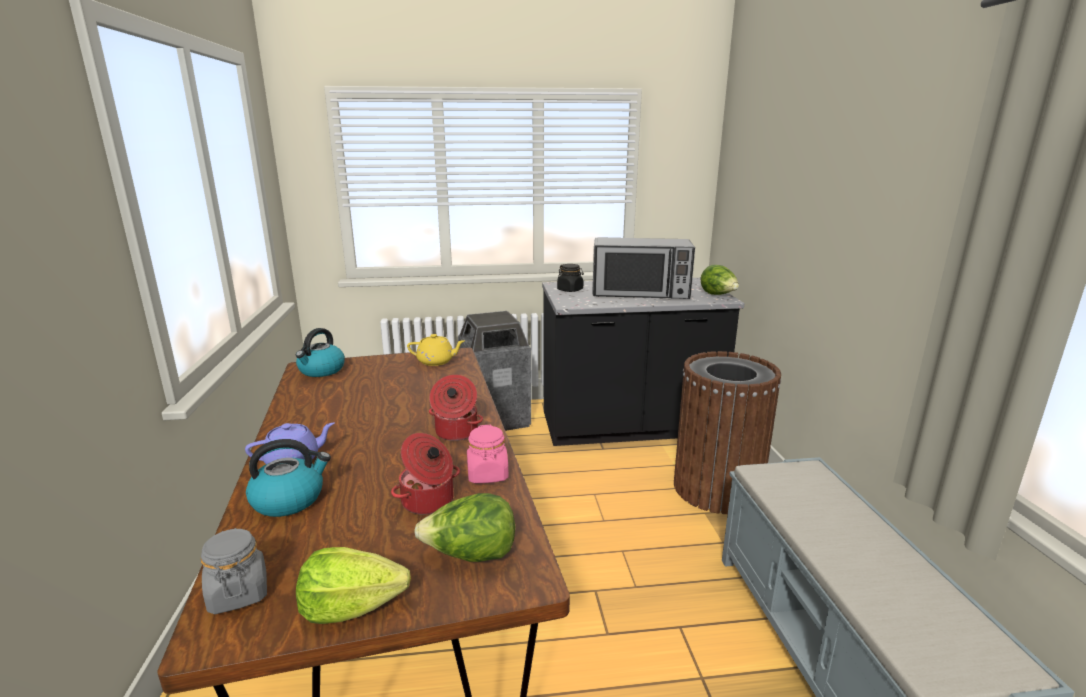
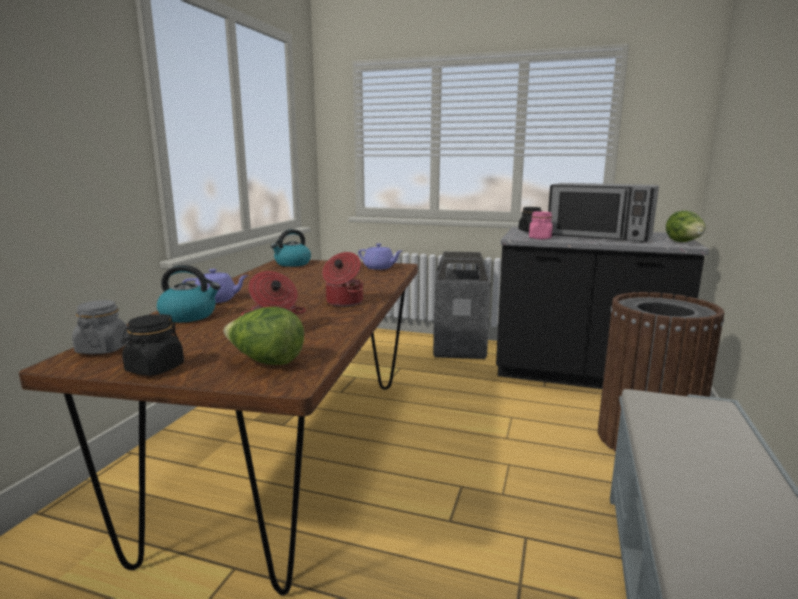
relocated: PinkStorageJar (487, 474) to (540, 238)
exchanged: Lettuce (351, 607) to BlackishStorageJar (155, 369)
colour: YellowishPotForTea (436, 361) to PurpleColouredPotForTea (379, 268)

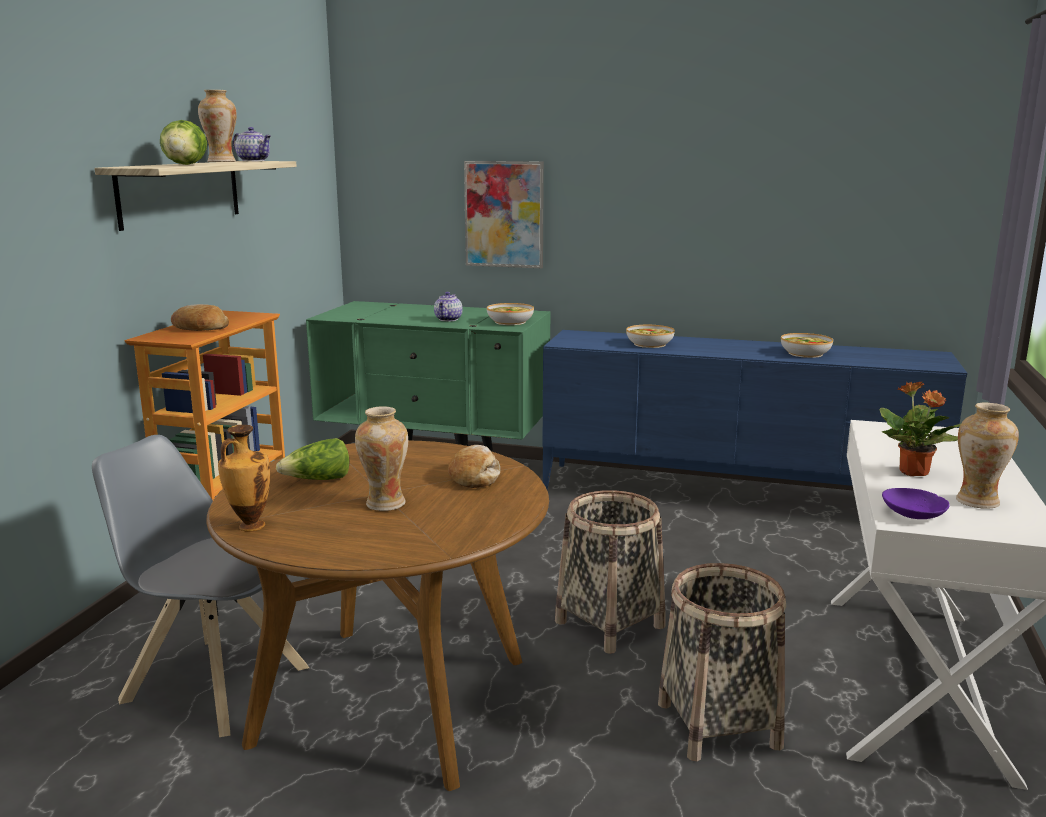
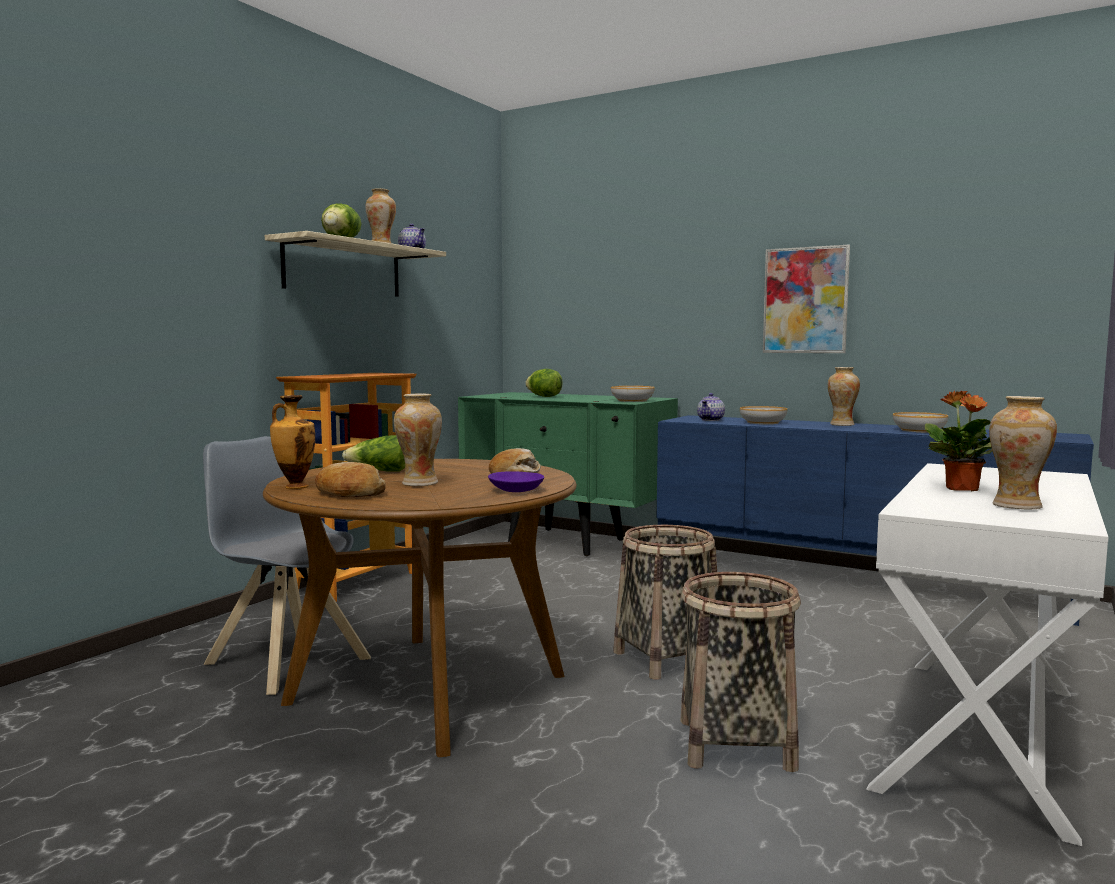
appeared: Lettuce (544, 396); FlowerVase (842, 424)
relocated: Bread (199, 328) to (348, 493); PotForTea (449, 319) to (711, 420); WallArt (504, 214) to (805, 300); PurpleColouredDeepDish (914, 514) to (517, 490)

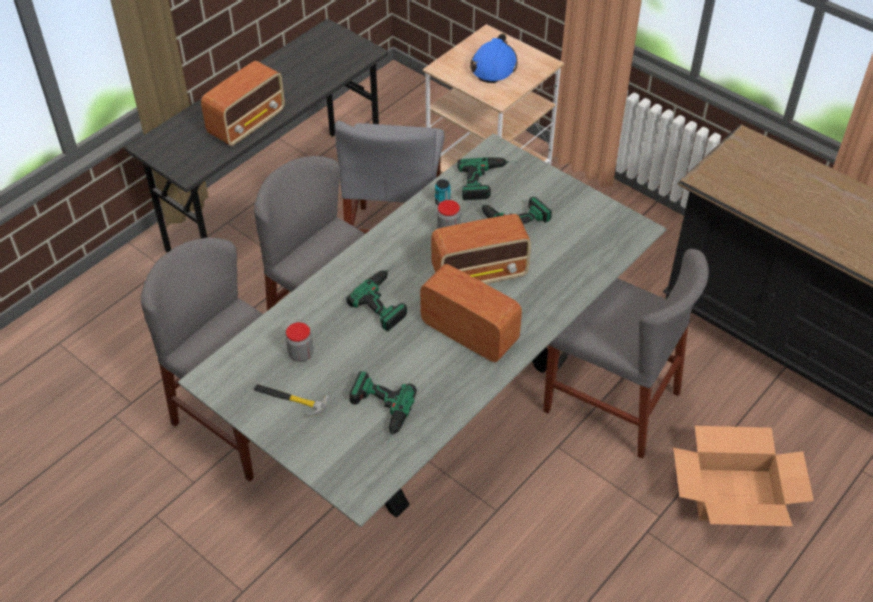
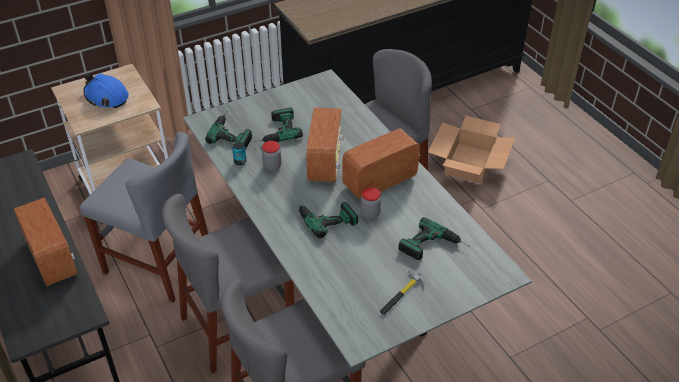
relocated: StorageJar (301, 354) to (370, 213)

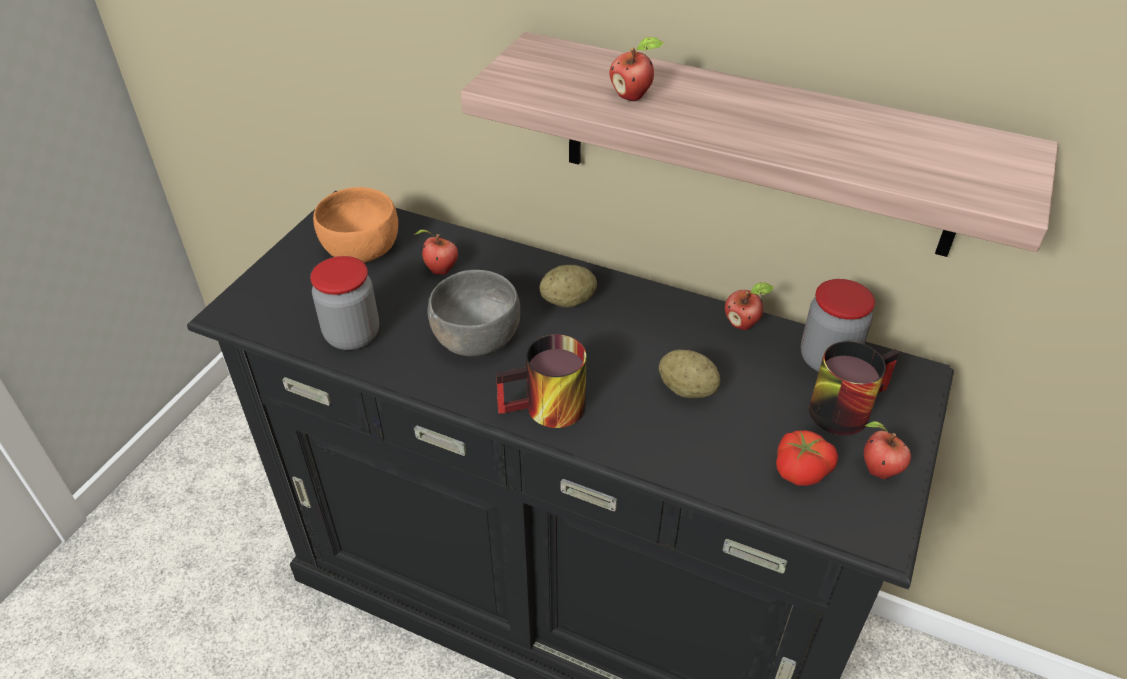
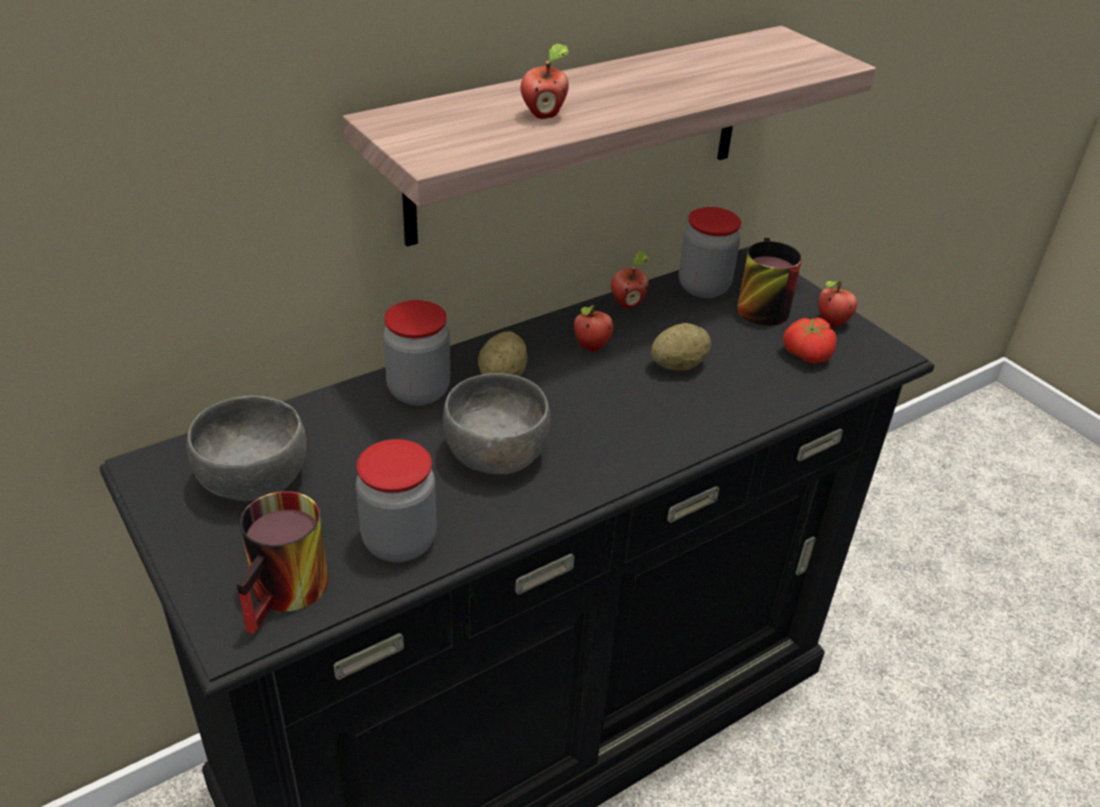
appeared: StorageJar (419, 391)
relocated: Apple (439, 271) to (591, 348); TeaMug (546, 412) to (290, 595)
colour: OrangeColouredDeepDish (362, 250) to GreyDeepDish (255, 479)

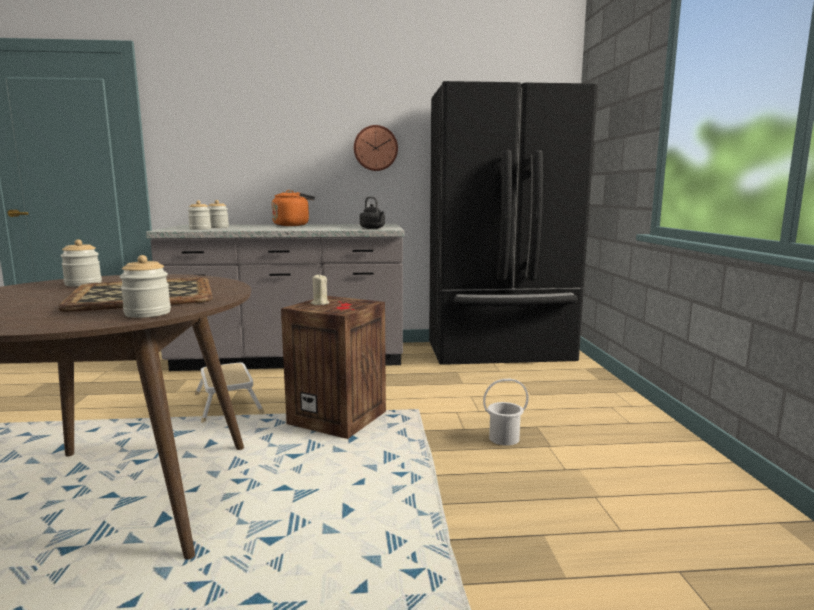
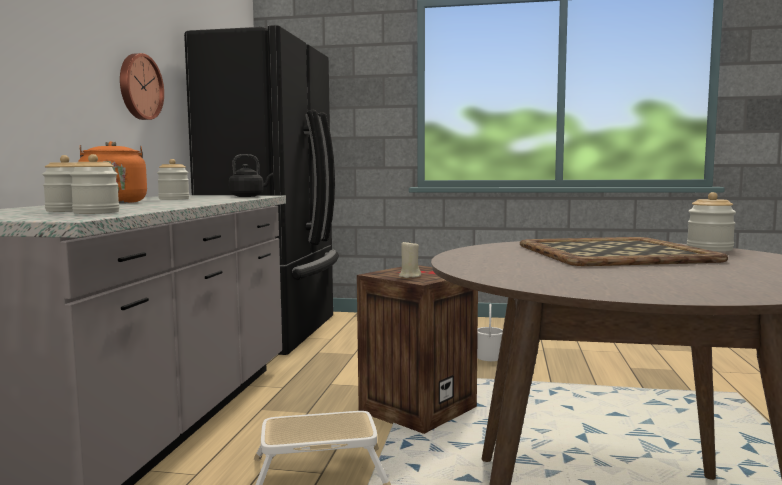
relocated: StorageJar (83, 284) to (174, 199)

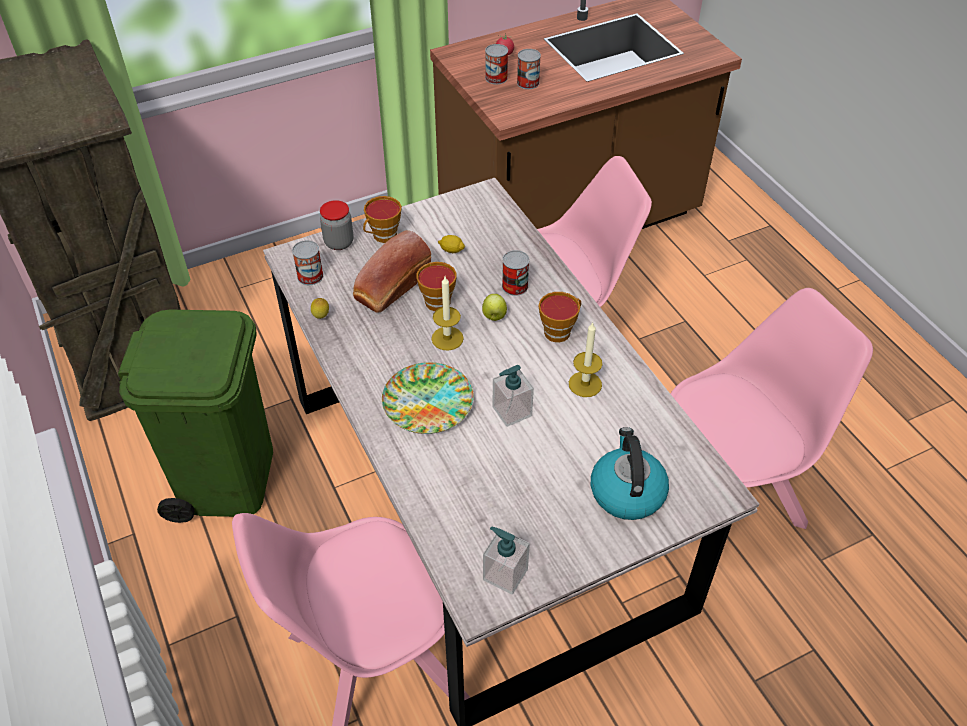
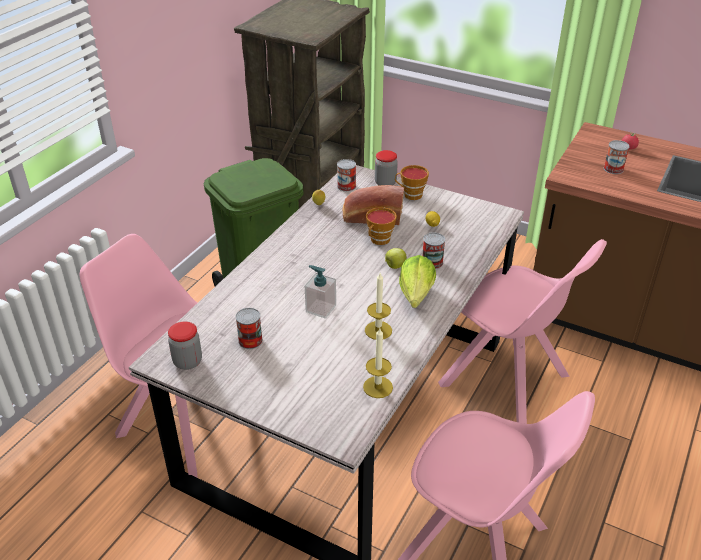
missing: Plate (428, 402); WaterKettle (626, 491)
relocated: WaxLight (447, 338) to (378, 387); MetalCan (496, 78) to (250, 341)
exchanged: LiquidSoapBottle (505, 574) to StorageJar (187, 362); DrinkingCup (559, 331) to Lettuce (414, 299)

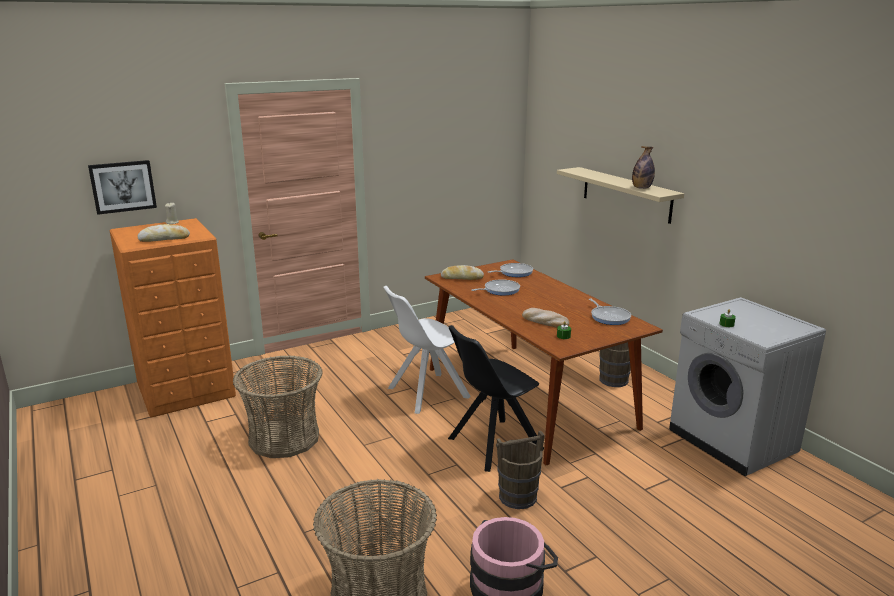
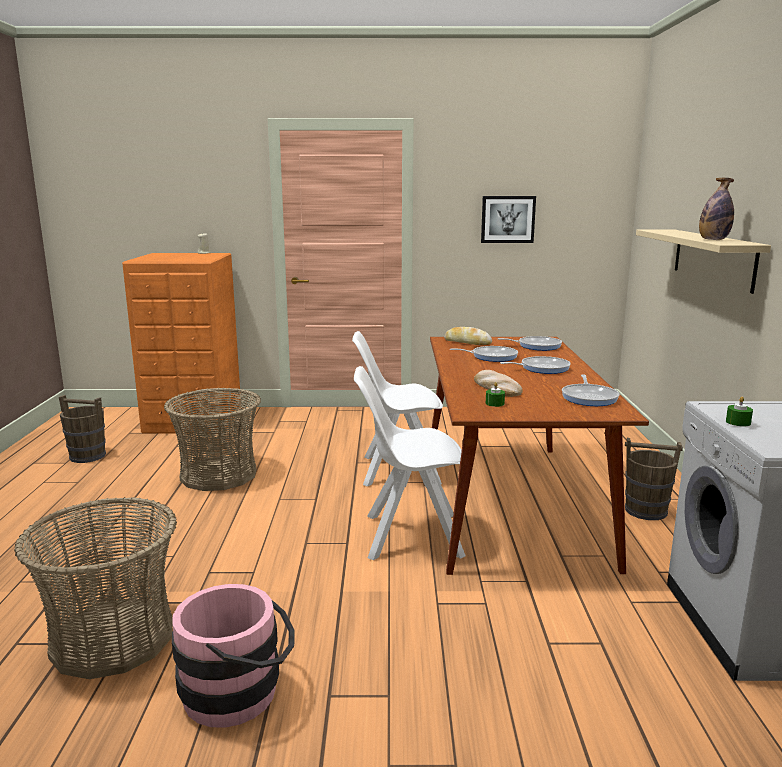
missing: Bread (164, 239)
appeared: Pan (542, 368)
relocated: WallArt (123, 186) to (507, 219); BrownColouredPail (518, 497) to (88, 456)
colour: BlackishChair (492, 445) to WhiteChair (409, 536)

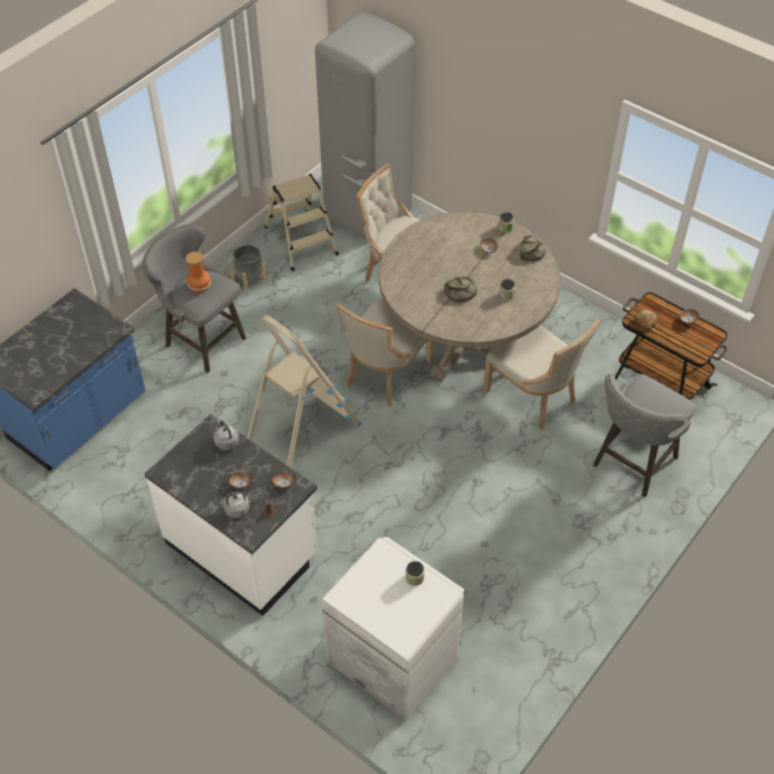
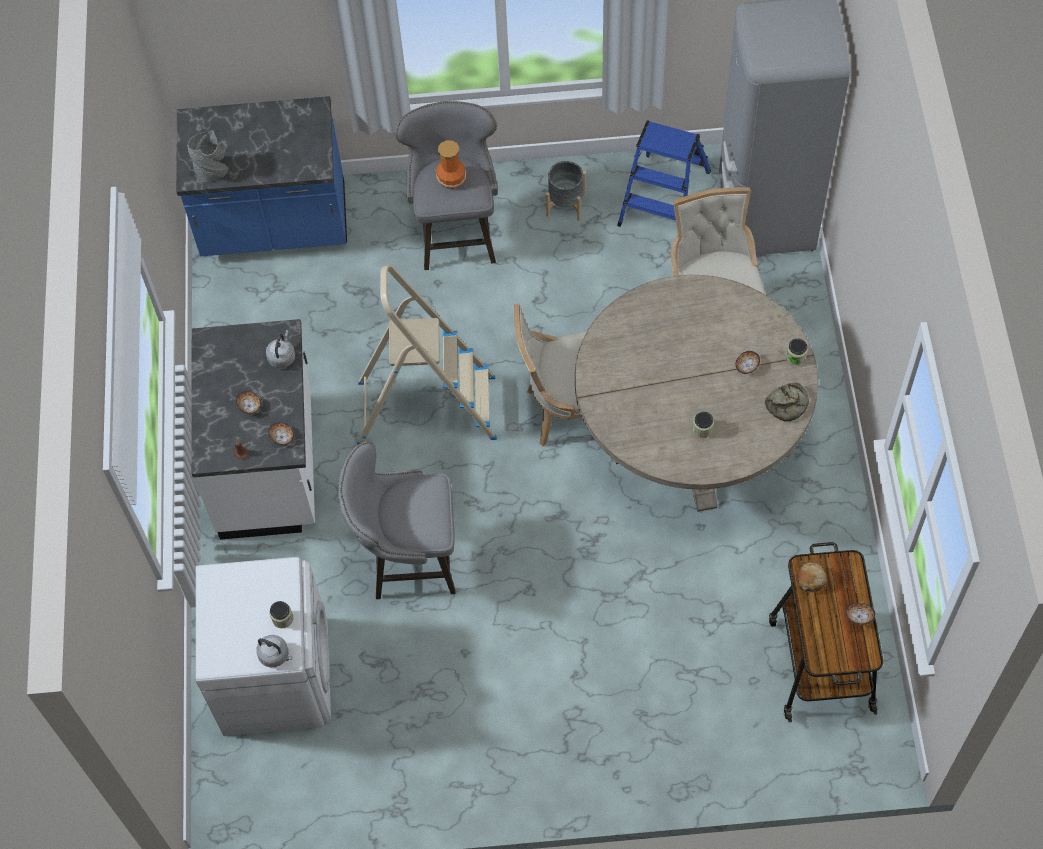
missing: Bread (461, 292); BeigeColouredChair (534, 397)
appeared: GreyFlowerVase (213, 172)
relocated: GreyWaterKettle (238, 509) to (275, 655); GreySittingStool (632, 464) to (408, 561)
colour: BeigeColouredStepladder (300, 240) to BlueColouredStepladder (664, 197)

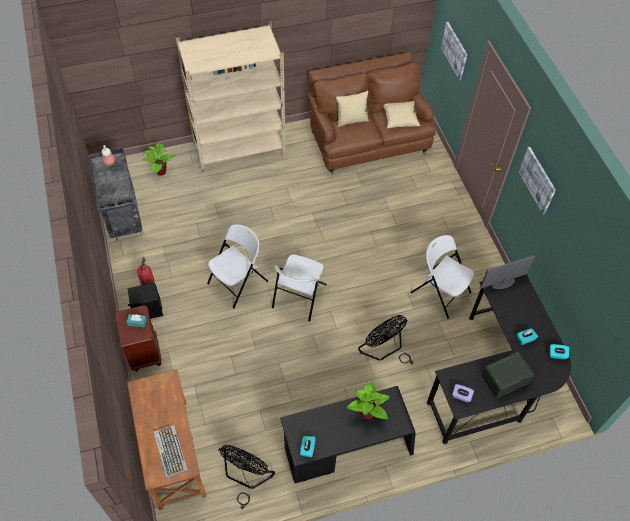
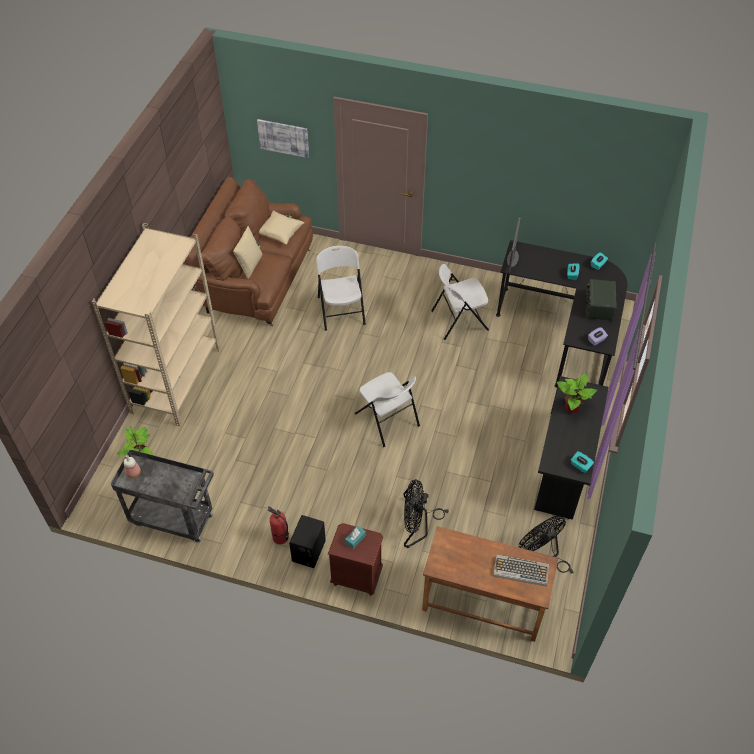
missing: WallArt (537, 180)
relocated: WhiteChair (237, 282) to (341, 310); BlackishCoolingFan (387, 348) to (418, 521)

